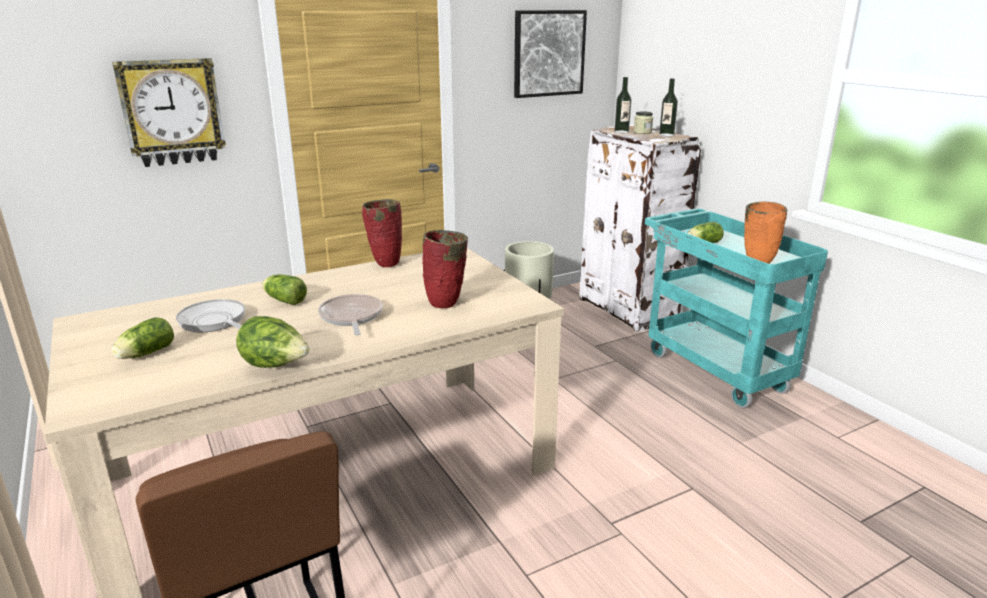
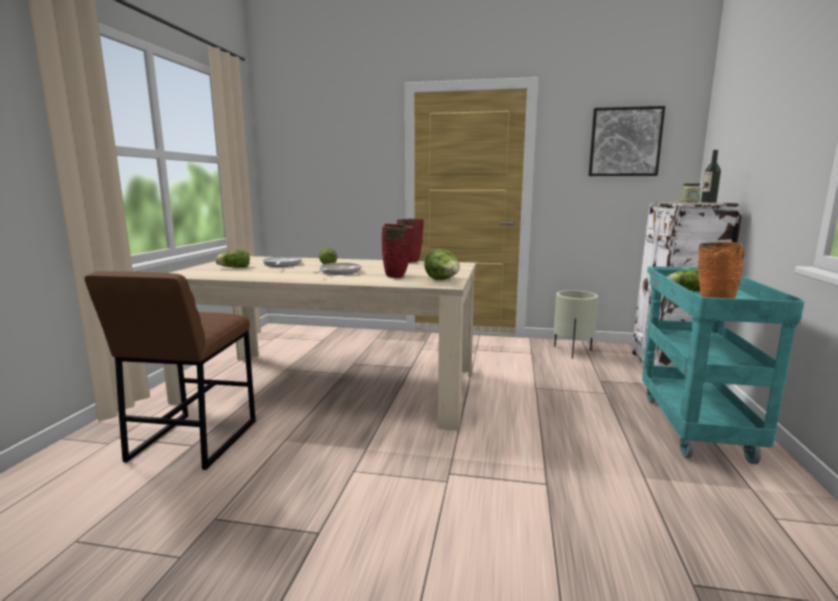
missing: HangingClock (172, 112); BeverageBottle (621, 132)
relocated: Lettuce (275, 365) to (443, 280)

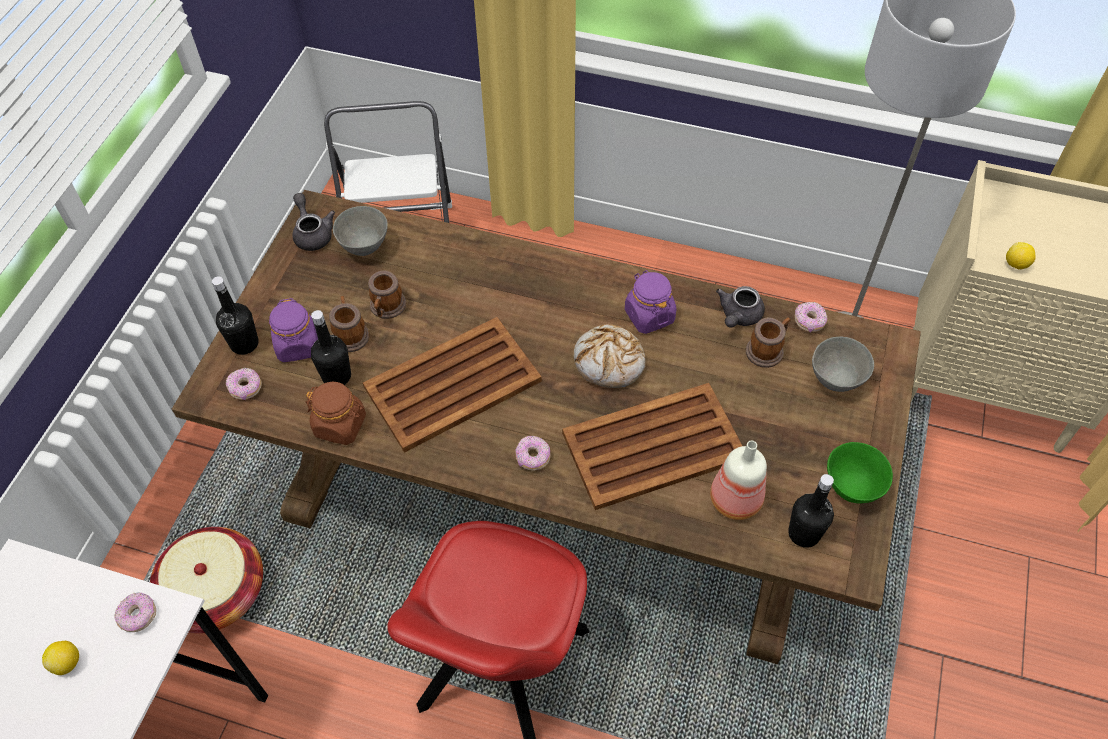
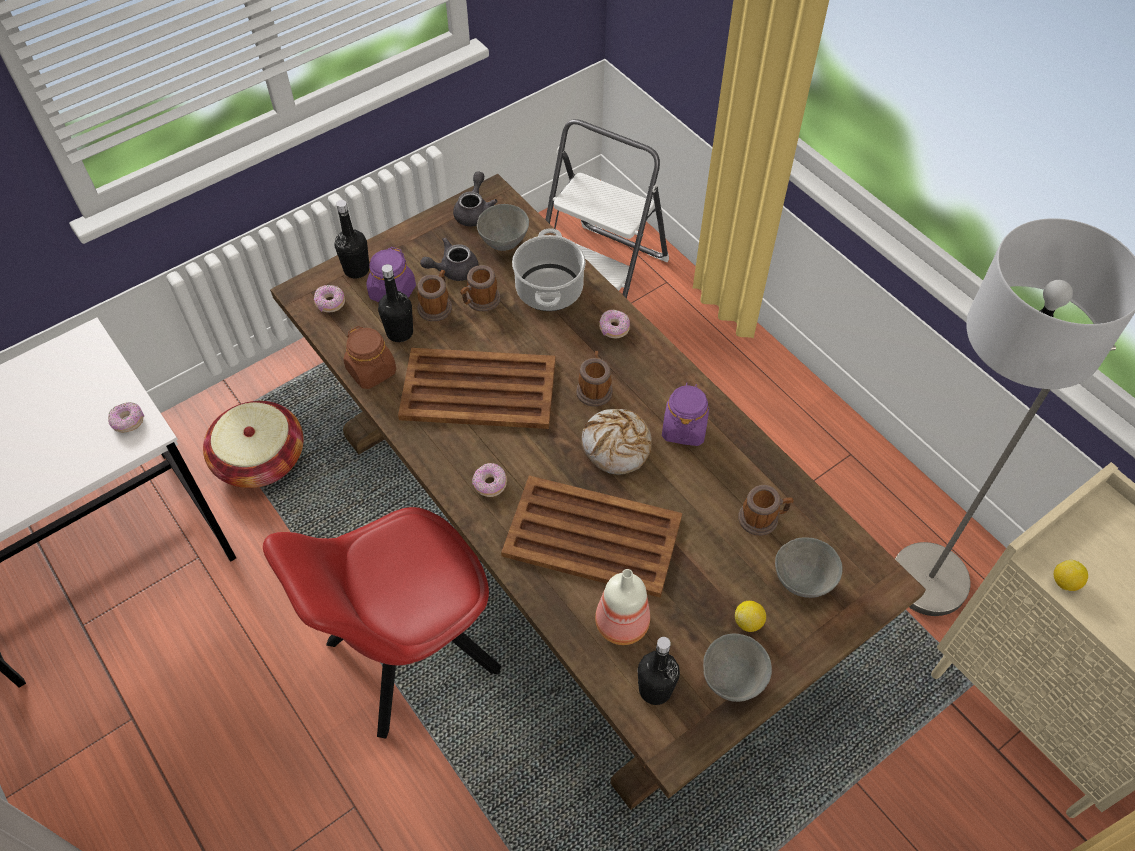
appeared: CookingPot (548, 289); TeaMug (594, 388)
relocated: CitrusFruit (67, 662) to (748, 622); GreyPotForTea (738, 316) to (453, 270); Donut (809, 321) to (614, 329)
colour: GreenishDeepDish (852, 488) to GreyDeepDish (732, 681)

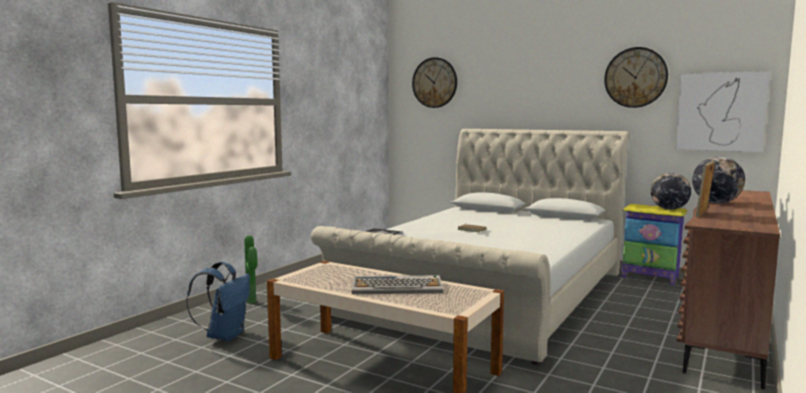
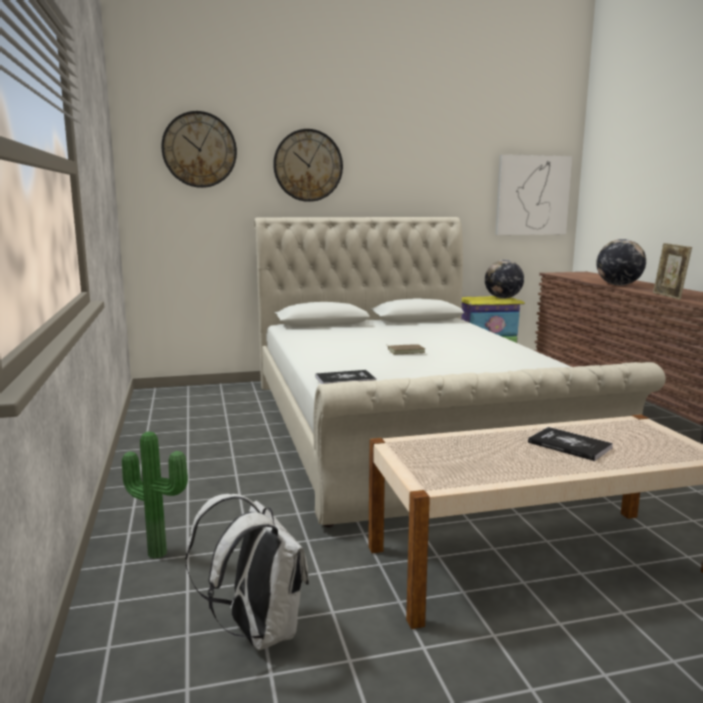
relocated: HangingClock (635, 77) to (308, 165)
exchanged: Keyboard (398, 287) to BoundBook (569, 445)
colour: BlueColouredBackpack (225, 335) to WhiteBackpack (257, 631)

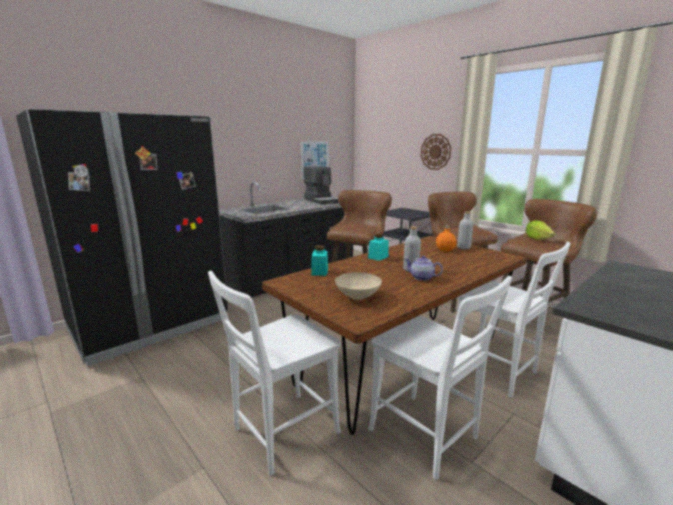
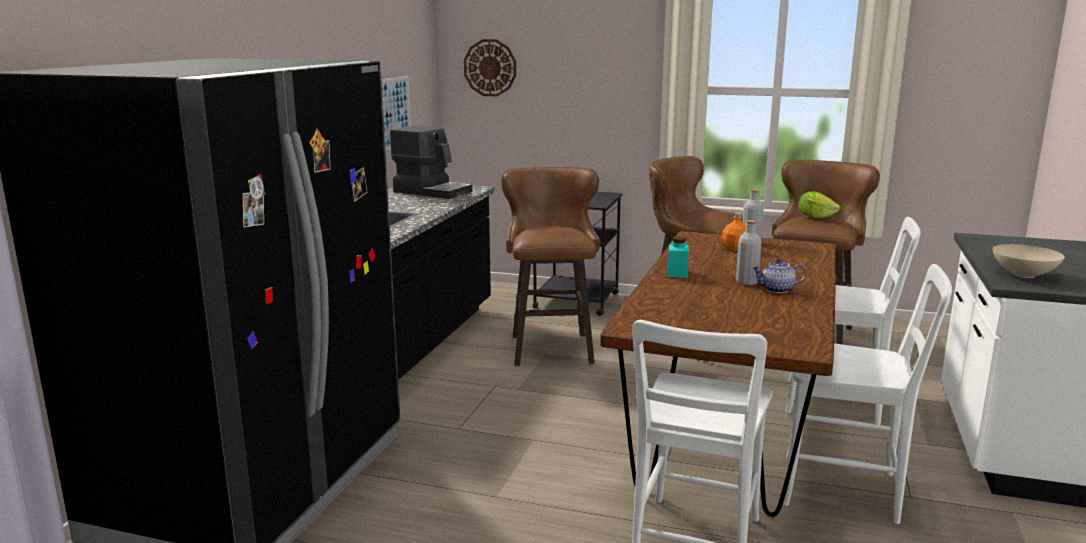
missing: TurquoiseStorageJar (319, 272)
relocated: BeigeColouredDeepDish (358, 297) to (1025, 275); HangingClock (435, 152) to (490, 68)

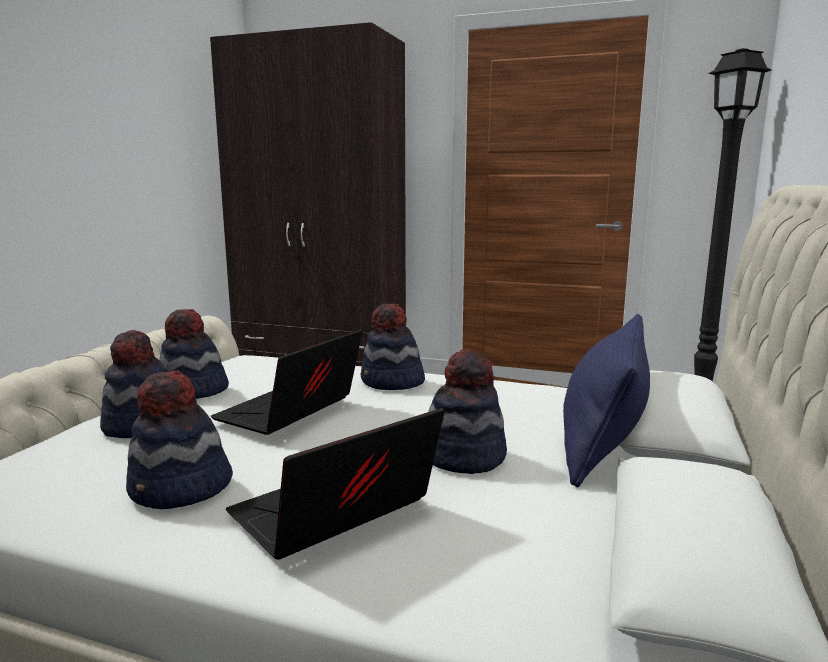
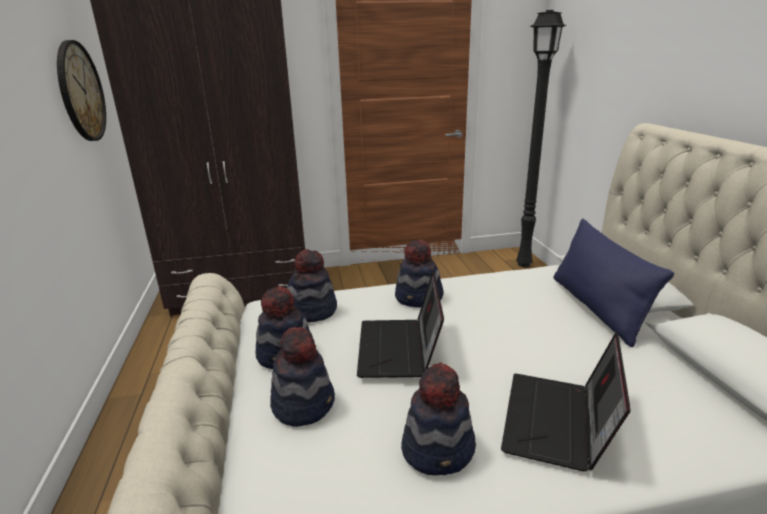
appeared: HangingClock (80, 92)
relocated: Hat (463, 456) to (311, 311)

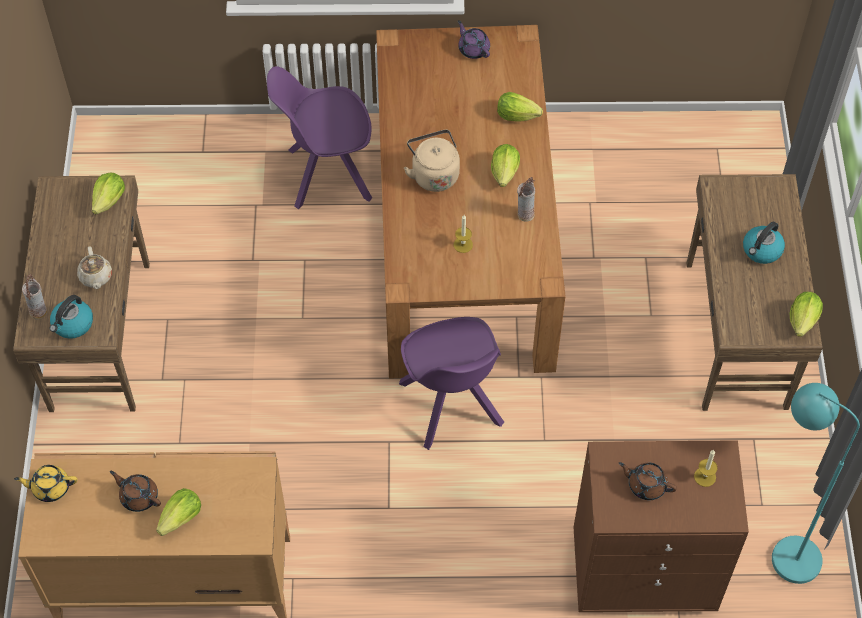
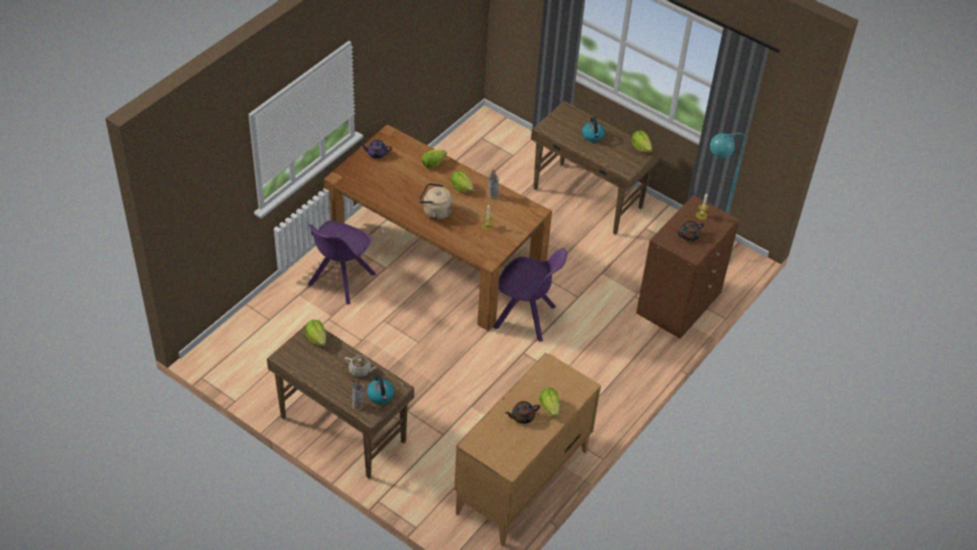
missing: YellowishPotForTea (50, 487)

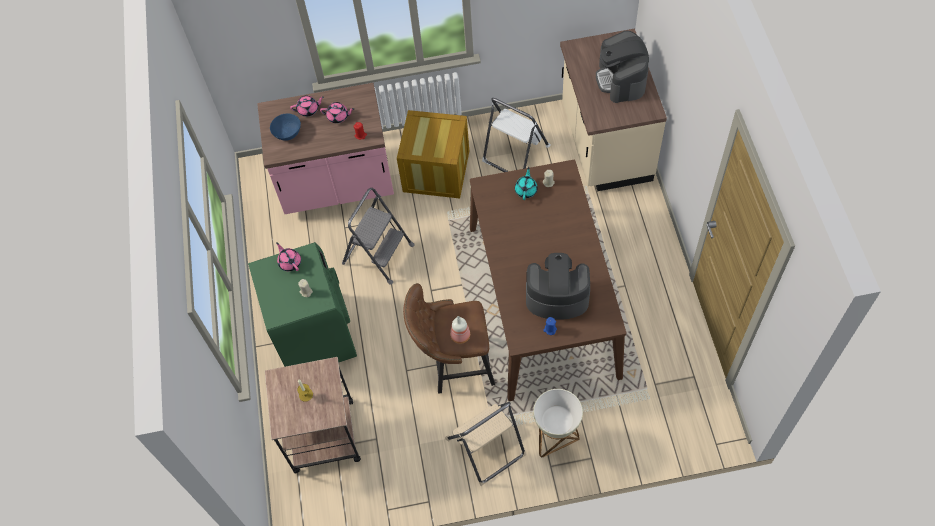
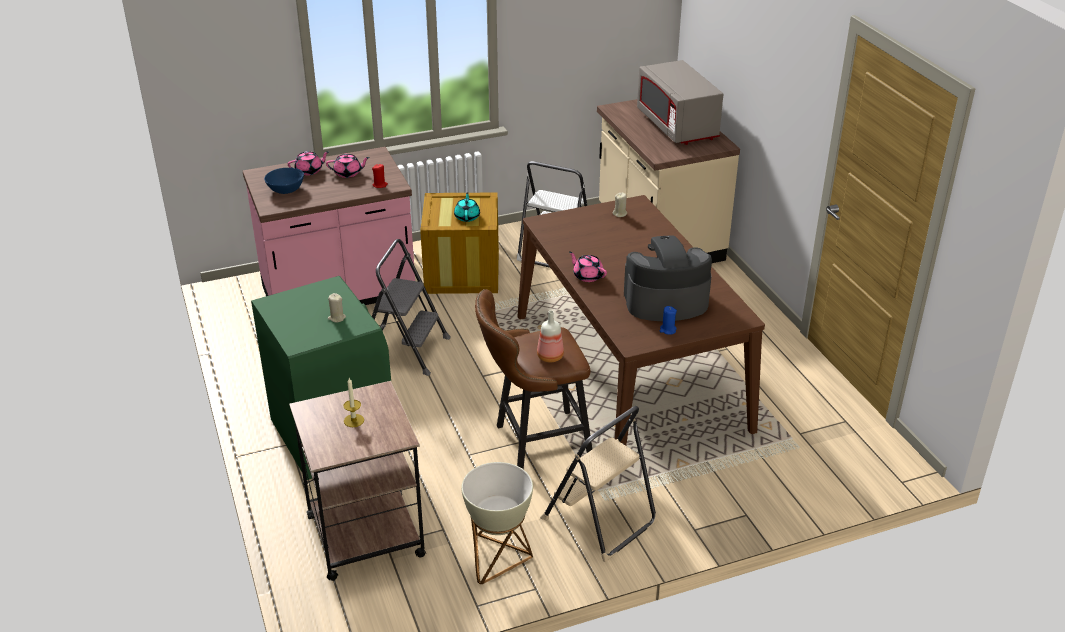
relocated: PinkPotForTea (290, 262) to (587, 276); TurquoisePotForTea (526, 190) to (467, 217); FlowerPot (556, 436) to (498, 558)
exchanged: CoffeeBrewer (621, 79) to GreyMicrowaveOven (677, 126)

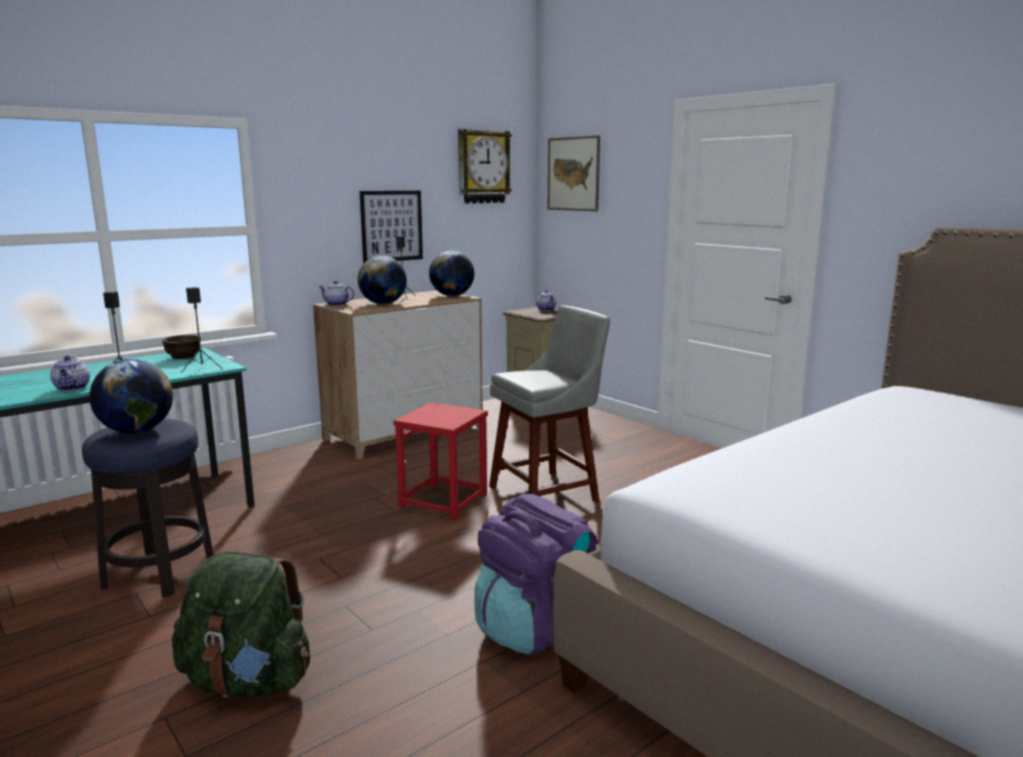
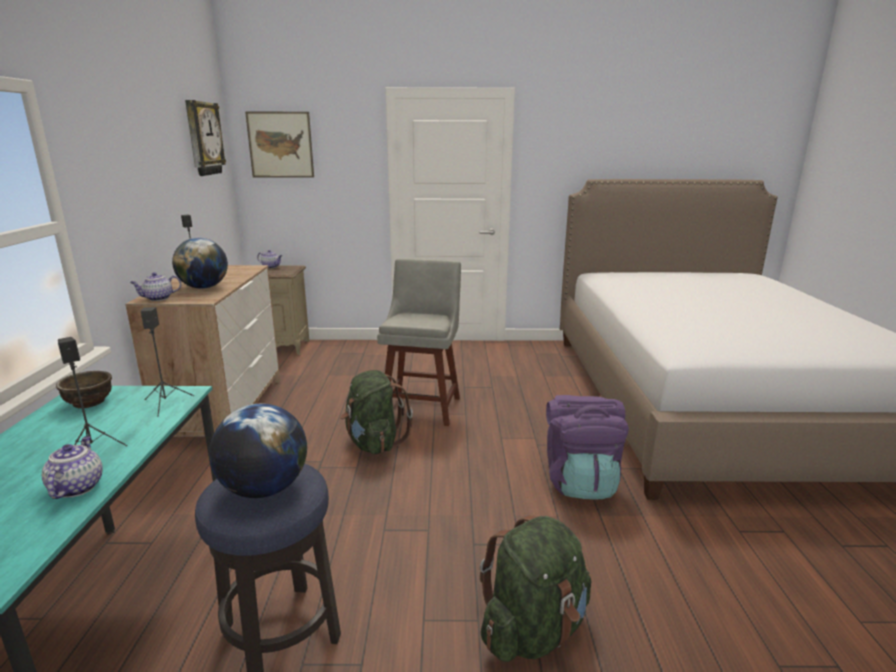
missing: WallArt (391, 226); WorldGlobe (452, 295)
exchanged: RedSittingStool (444, 501) to GreenishBackpack (374, 443)
spun: PotForTea (72, 388) = (77, 487) 120 degrees counterclockwise

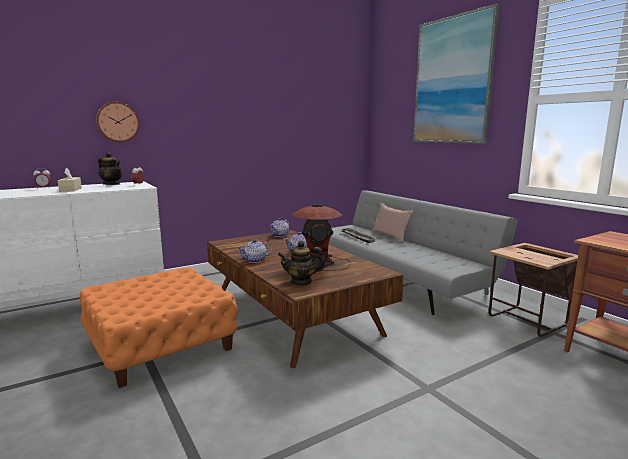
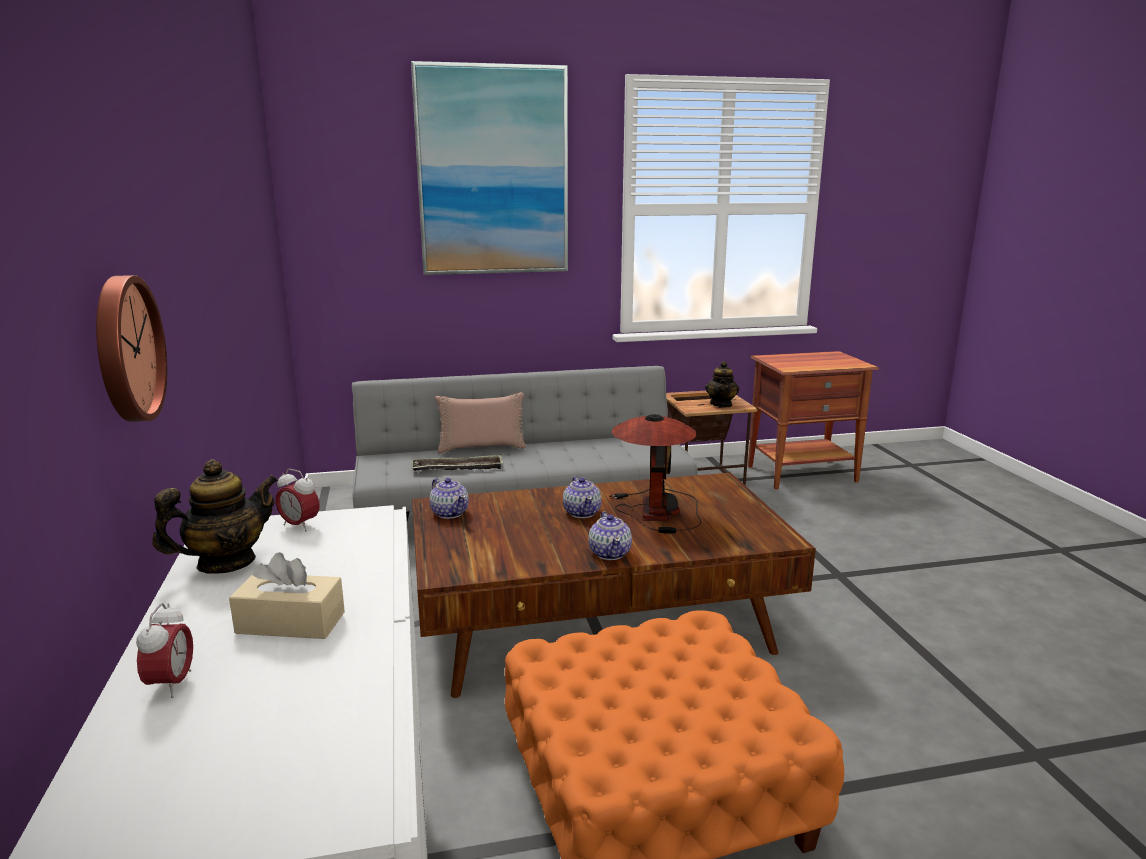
relocated: PotForTea (301, 282) to (721, 404)

